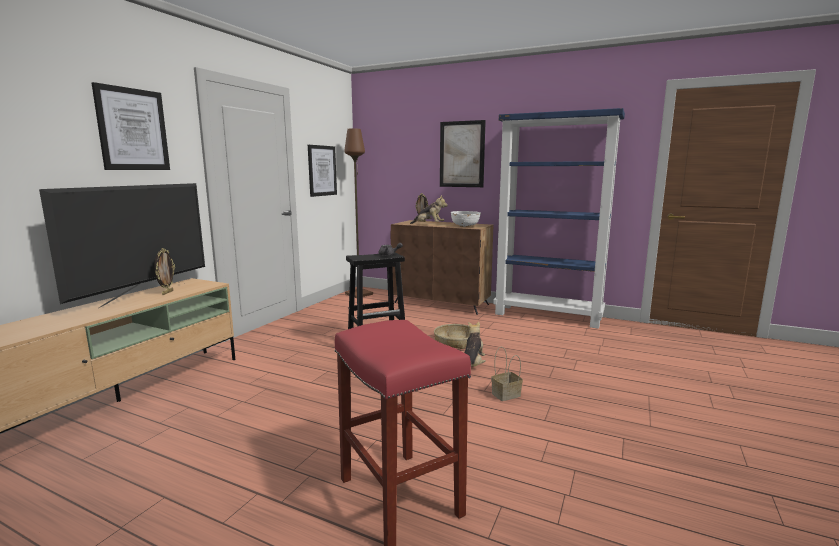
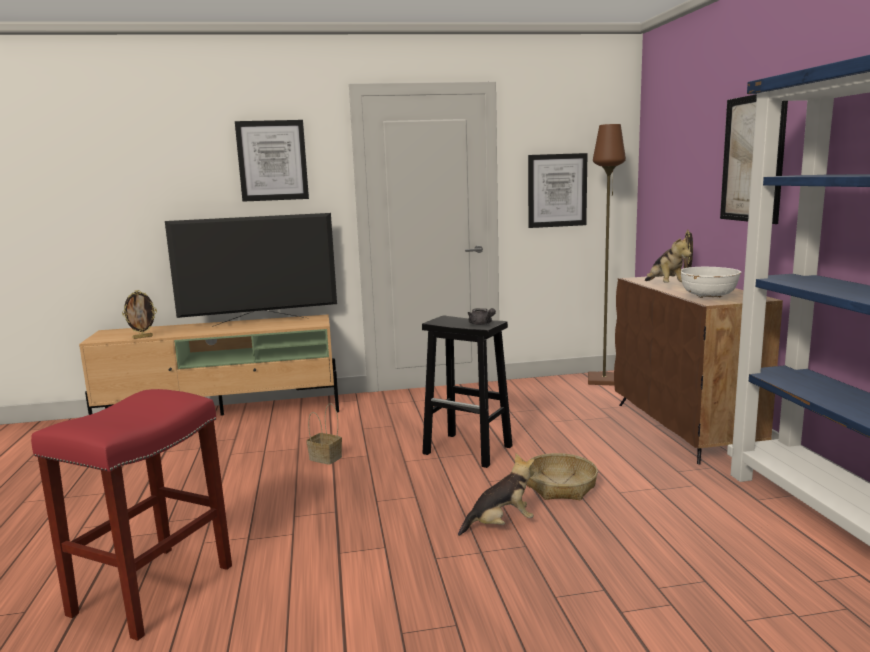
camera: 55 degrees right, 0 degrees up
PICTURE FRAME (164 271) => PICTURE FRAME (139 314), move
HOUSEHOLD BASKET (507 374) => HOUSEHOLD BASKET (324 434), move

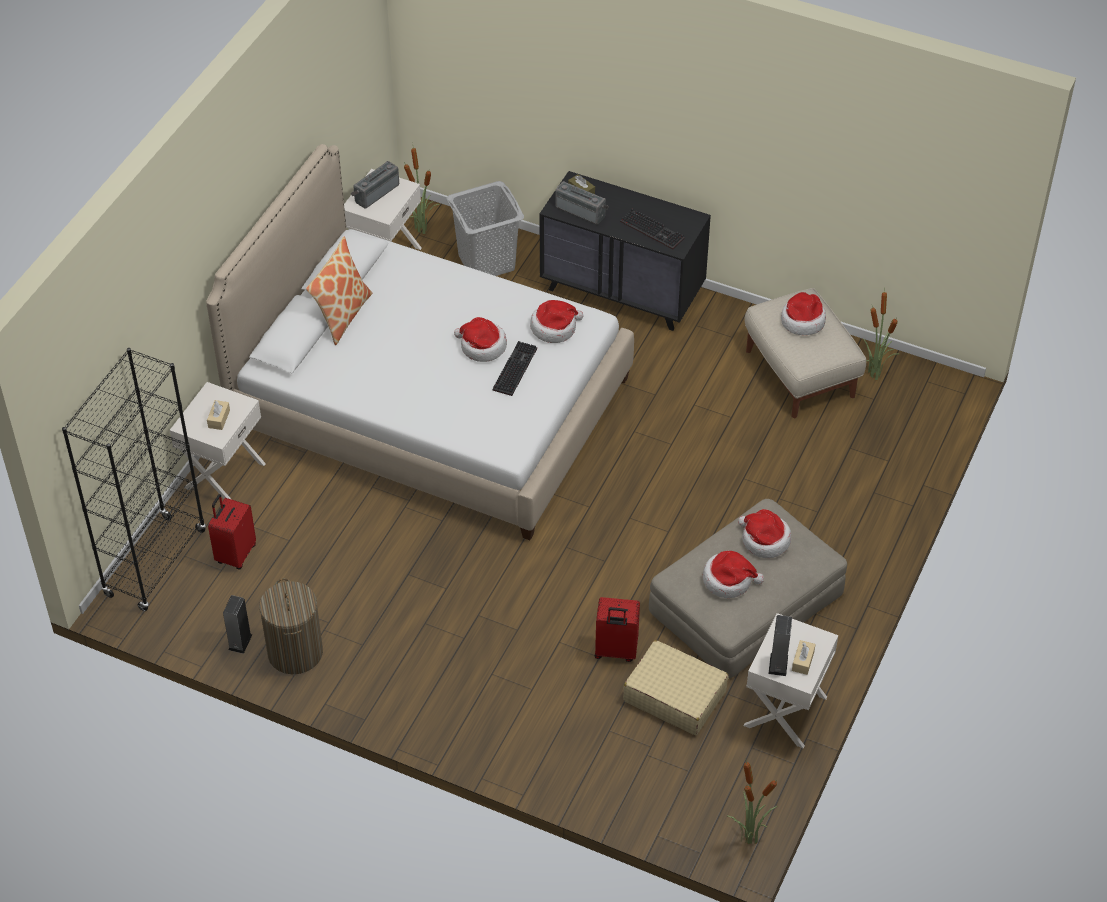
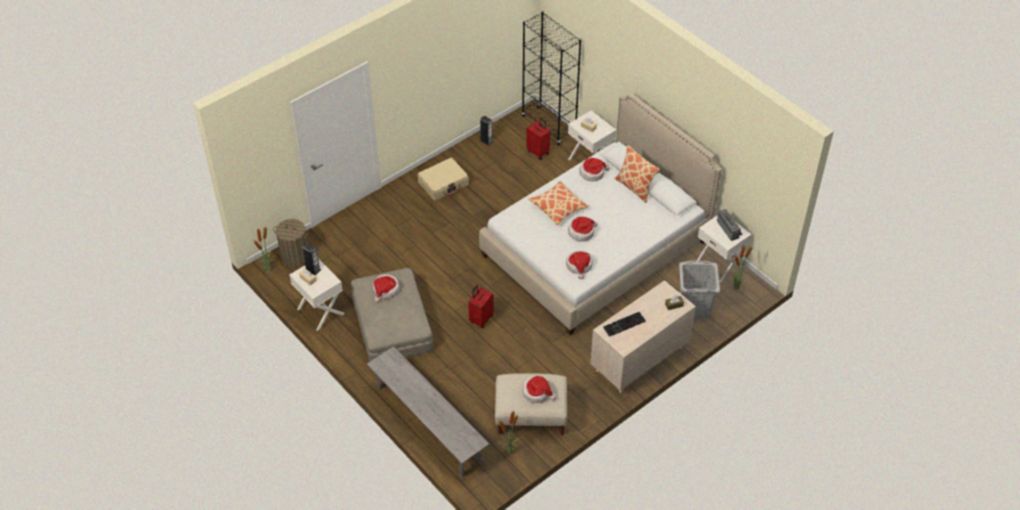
camera: 115 degrees right, 0 degrees up
KEYBOARD (515 368) => nothing
RADIO RECEIVER (582 203) => nothing
nothing => GRAY INDOOR BENCH (428 412)
nothing => CUSHION (558 203)
WASHING BASKET (291 626) => WASHING BASKET (291 243), move
RED SUITCASE (617 629) => RED SUITCASE (481 306), move
SAND-COLOURED SUITCASE (676 687) => SAND-COLOURED SUITCASE (443 179), move
HAT (764 533) => HAT (594 170), move
BLACKISH DRAWER CHEST (625 251) => SAND-COLOURED DRAWER CHEST (643 336)

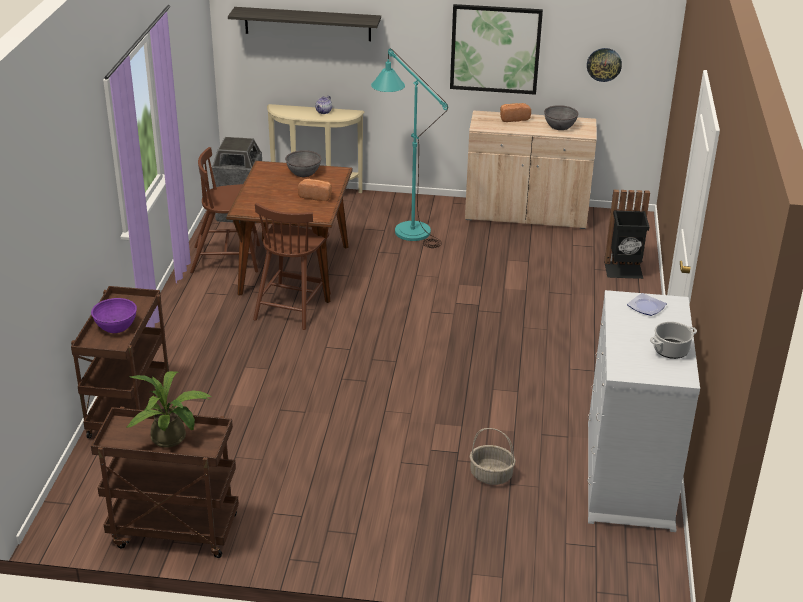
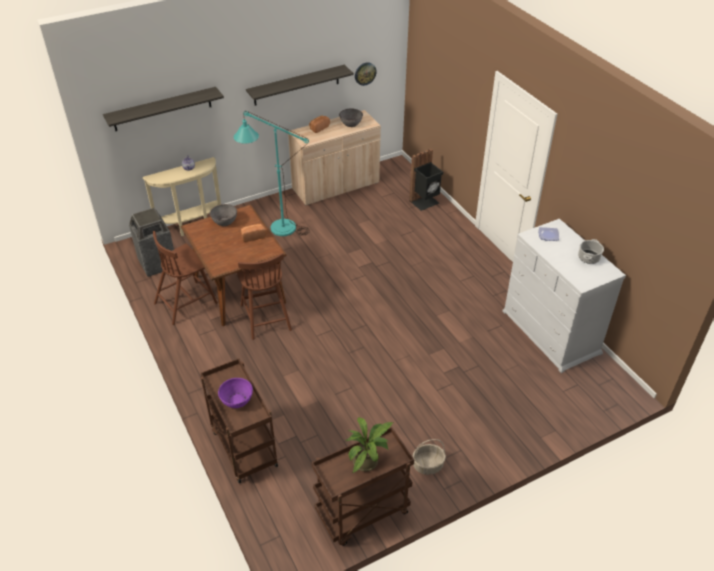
camera: 35 degrees left, 10 degrees up
HOUSEHOLD BASKET (493 456) => HOUSEHOLD BASKET (429 457), move
WALL PICTURE (496 49) => WALL SHELF (300 85)

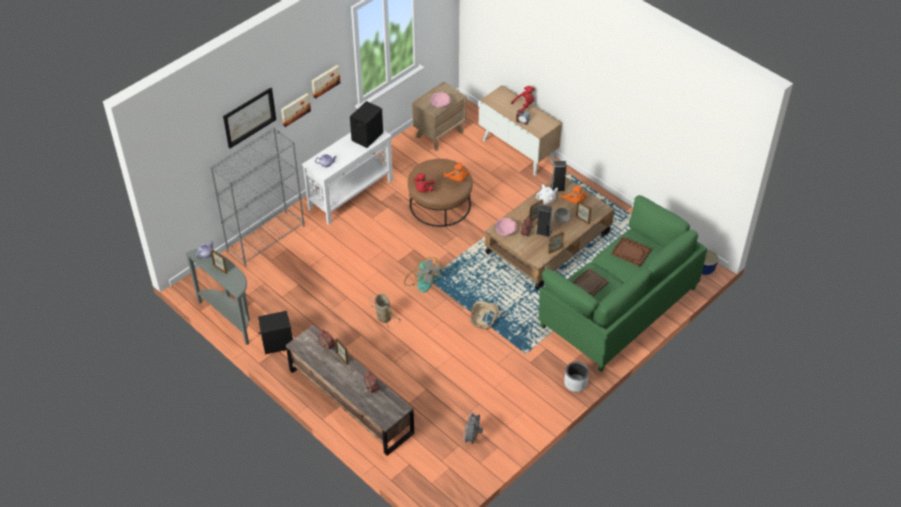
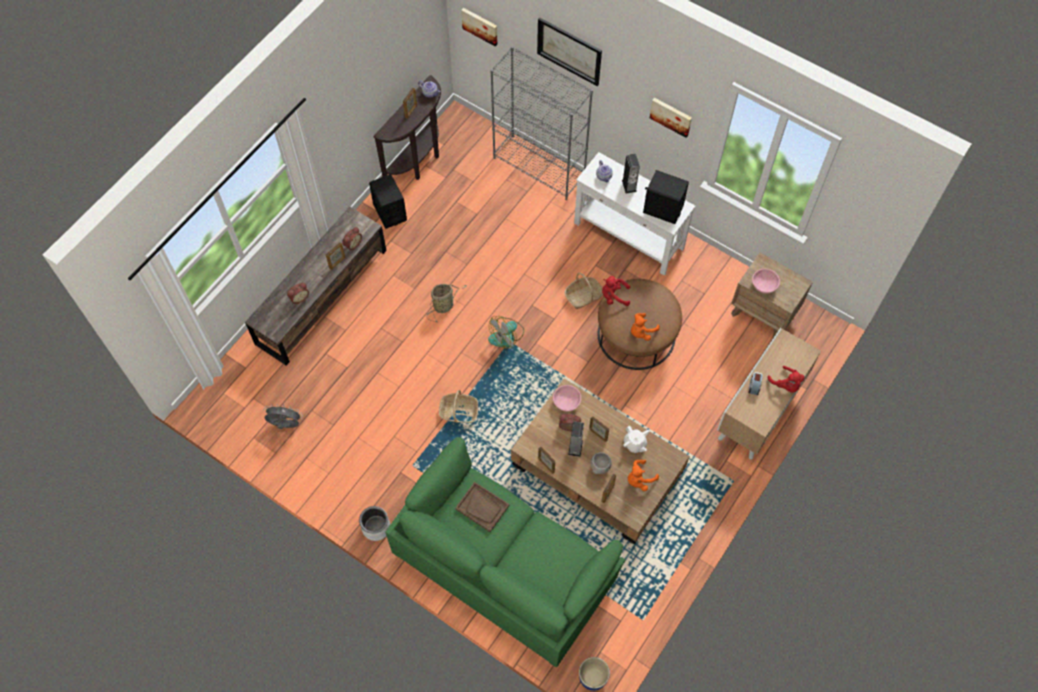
camera: 80 degrees right, 15 degrees up
BROWN-COLOURED CARRYING TRAY (631 252) => nothing
nothing => HOUSEHOLD BASKET (583 291)
WALL PICTURE (296 110) => WALL PICTURE (479 27), move
SPEAKER (558 176) => SPEAKER (631 174), move
GRAY HALL TABLE (217 296) => BROWN-COLOURED HALL TABLE (407 127)

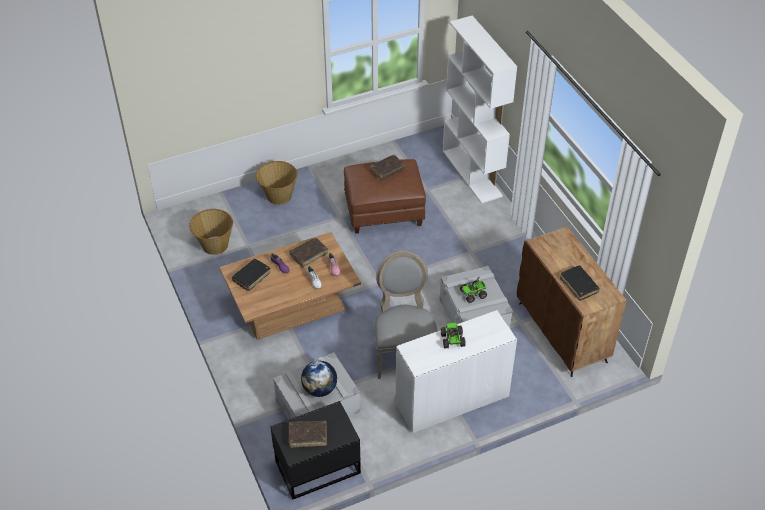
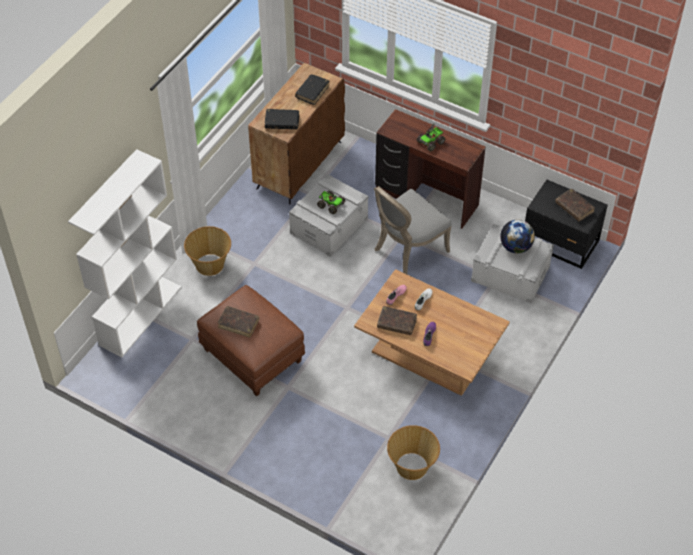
camera: 125 degrees left, 5 degrees up
BLACKISH BOUND BOOK (251 275) => BLACKISH BOUND BOOK (282 119), move
HOUSEHOLD BASKET (277 183) => HOUSEHOLD BASKET (207 251), move
WHITE DESK UNIT (456 371) => BROWN-COLOURED DESK UNIT (430 169)

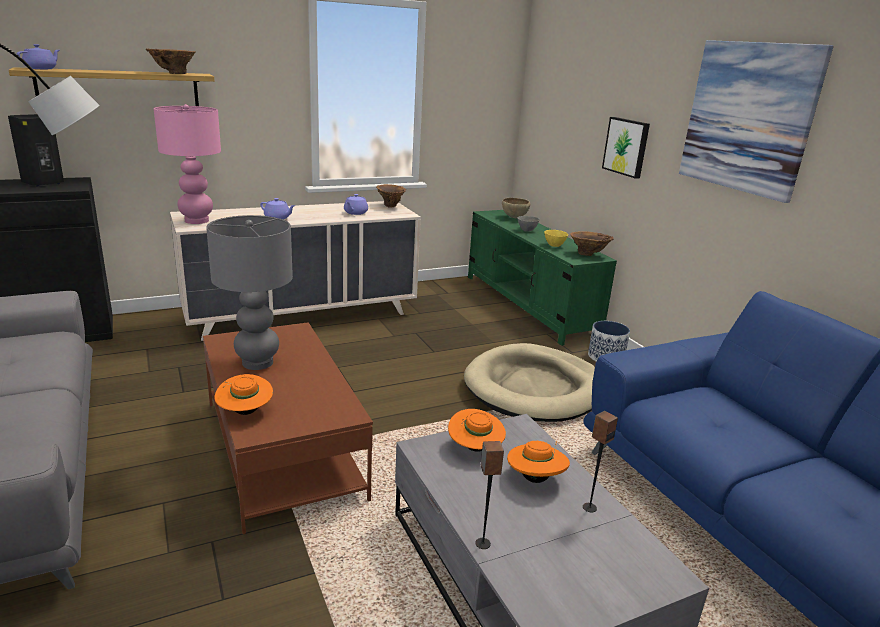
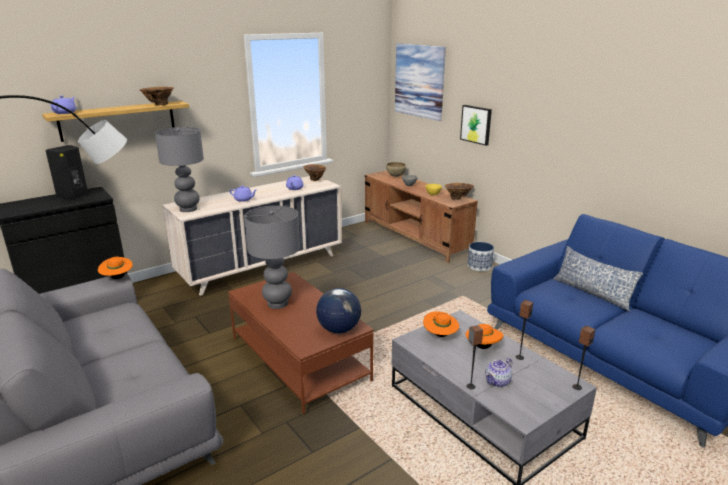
camera: 10 degrees left, 0 degrees up
SAND-COLOURED DOG CUSHION (529 382) => nothing
nothing => WORLD GLOBE (338 310)
nothing => TEA POT (498 372)
nothing => CUSHION (598 278)
nothing => SPEAKER (584 357)
ORANGE HAT (244 394) => ORANGE HAT (115 268), move
WALL PICTURE (756 121) => WALL PICTURE (420 82), move
PINK TABLETOP LAMP (187 164) => GRAY TABLETOP LAMP (179 169)
GREEN-COLOURED TV STAND (542 278) => BROWN-COLOURED TV STAND (421 216)

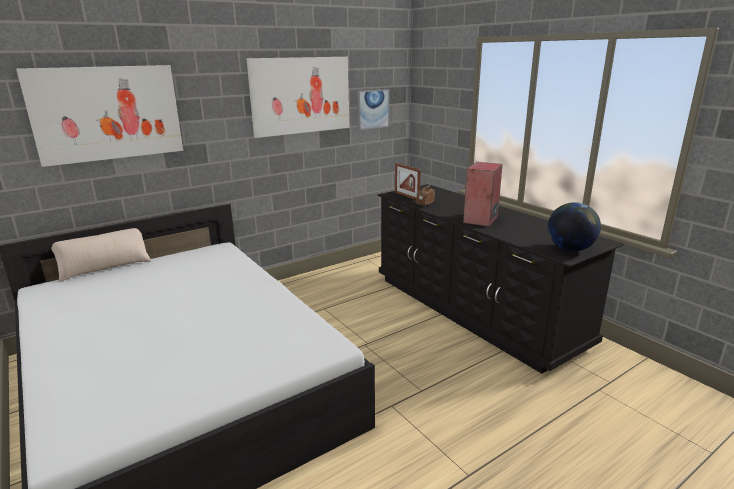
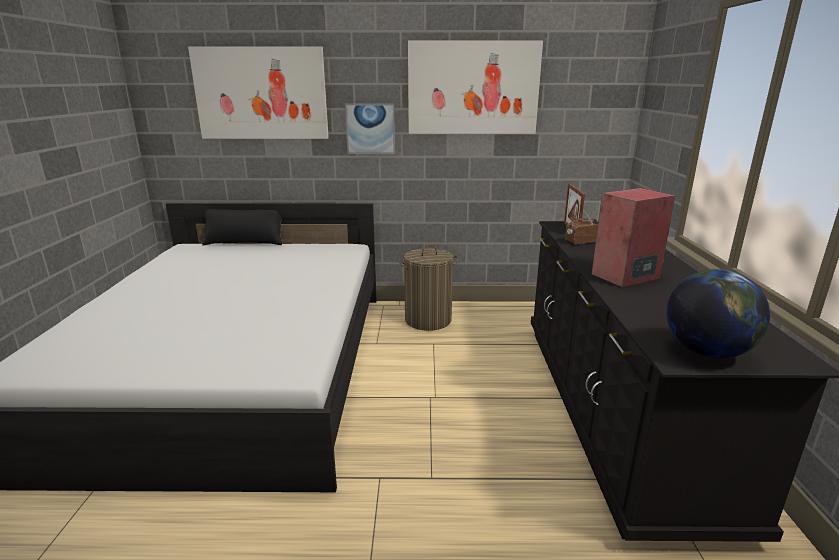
camera: 35 degrees right, 0 degrees up
nothing => WASHING BASKET (428 287)
WALL PICTURE (373 109) => WALL PICTURE (370 129), move
SAND-COLOURED CUSHION (101 255) => BLACKISH CUSHION (242 227)

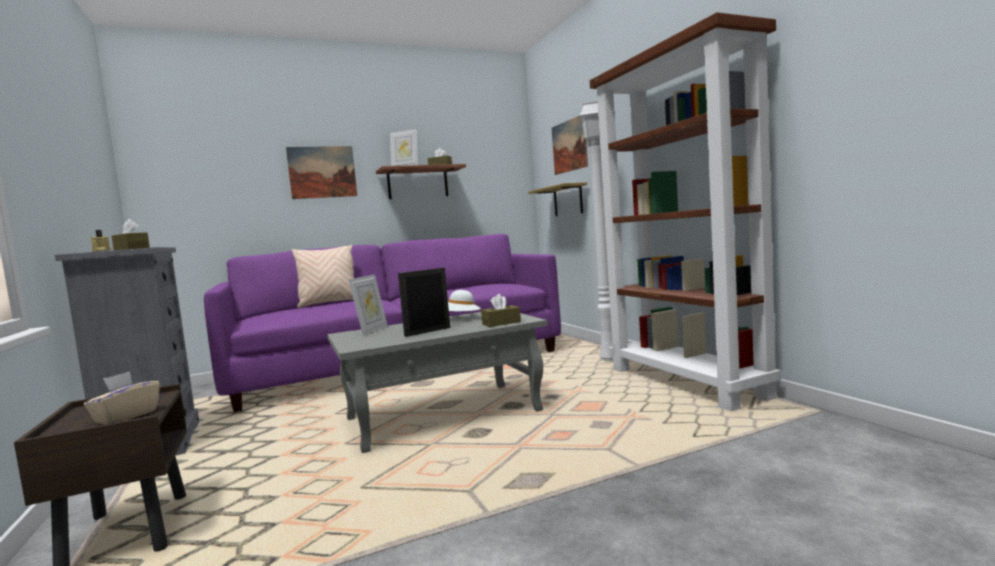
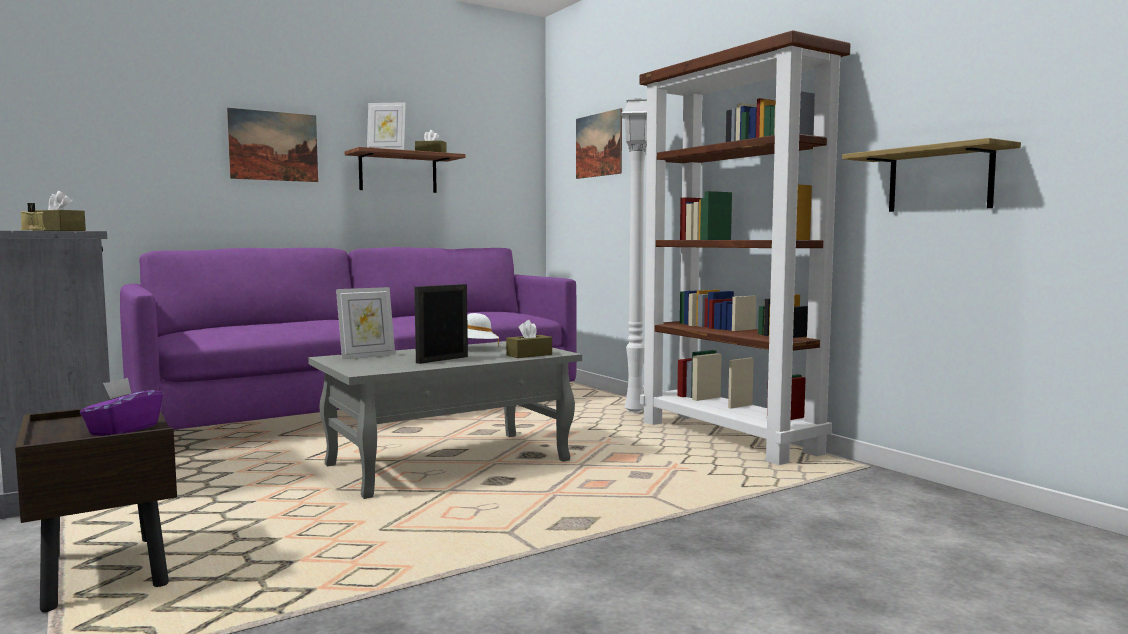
camera: 10 degrees left, 0 degrees up
SAND-COLOURED CUSHION (323 276) => nothing
WALL SHELF (557 199) => WALL SHELF (931 175), move
SAND-COLOURED TISSUE BOX (122 397) => PURPLISH TISSUE BOX (121 407)
PICTURE FRAME (368 305) => PICTURE FRAME (365 323), 45 degrees clockwise

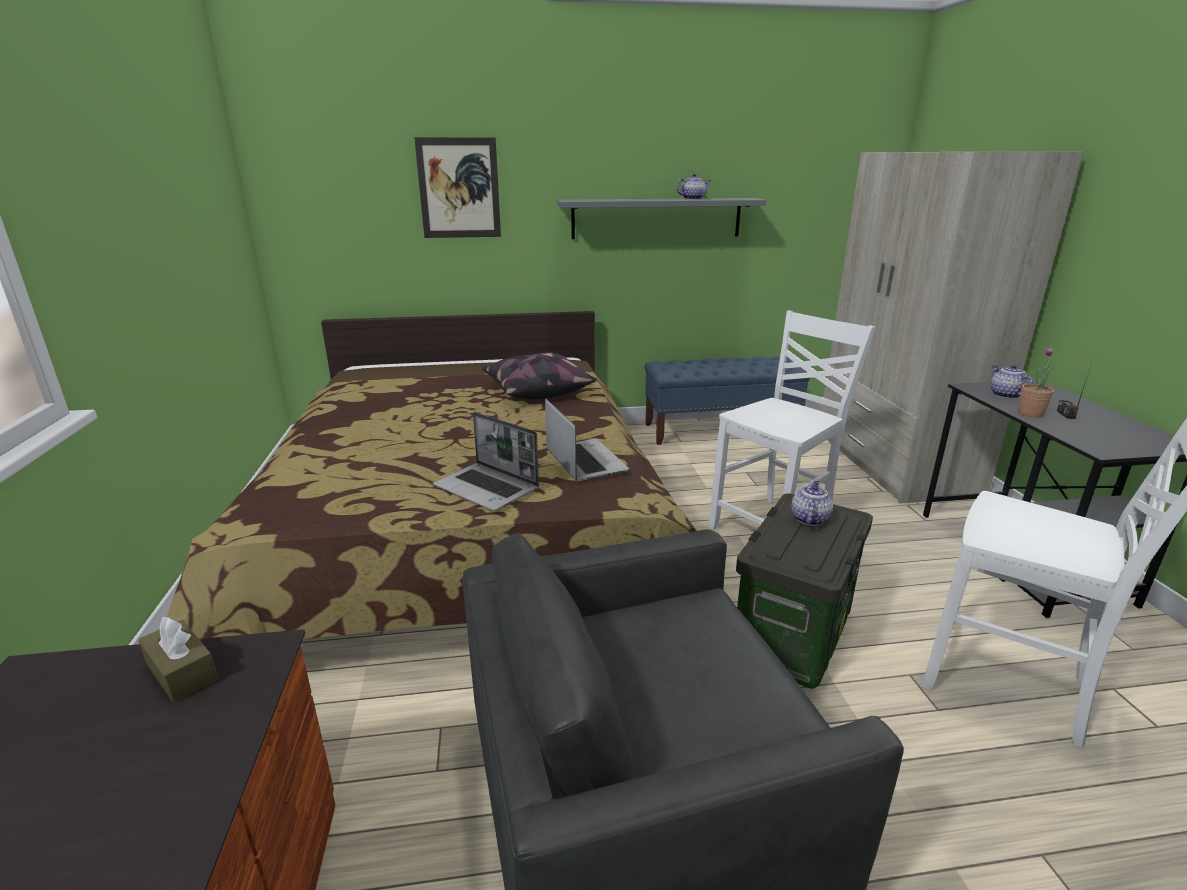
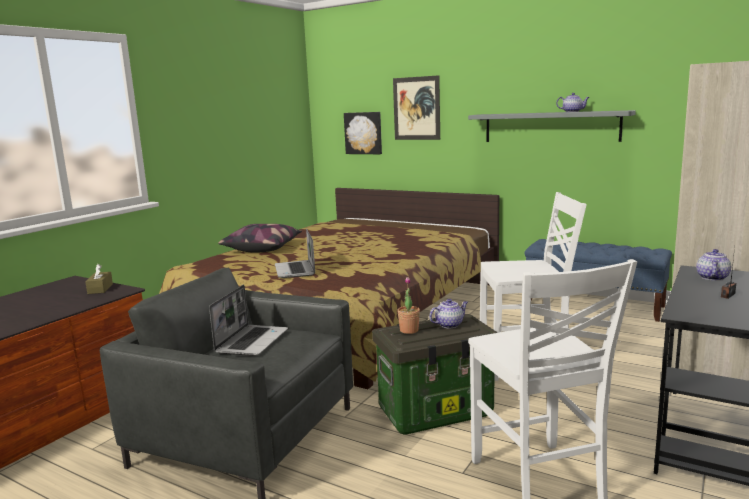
camera: 40 degrees right, 10 degrees down
nothing => WALL PICTURE (363 133)
CUSHION (539 376) => CUSHION (260 238), move
PORTABLE COMPUTER (587 440) => PORTABLE COMPUTER (248 320), move
PLANT IN A POT (1036 383) => PLANT IN A POT (408 305), move

